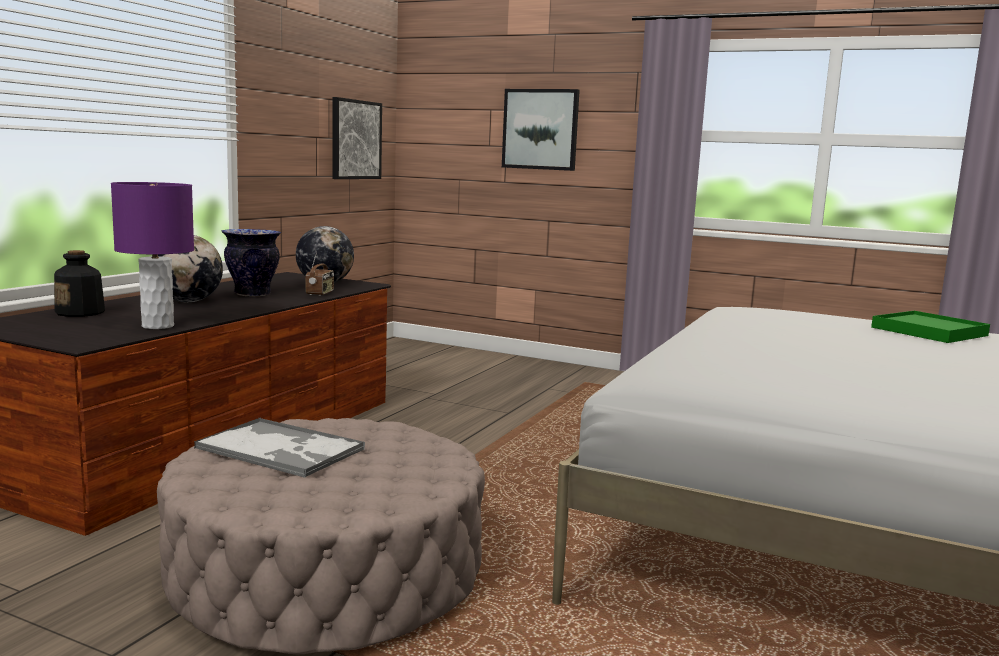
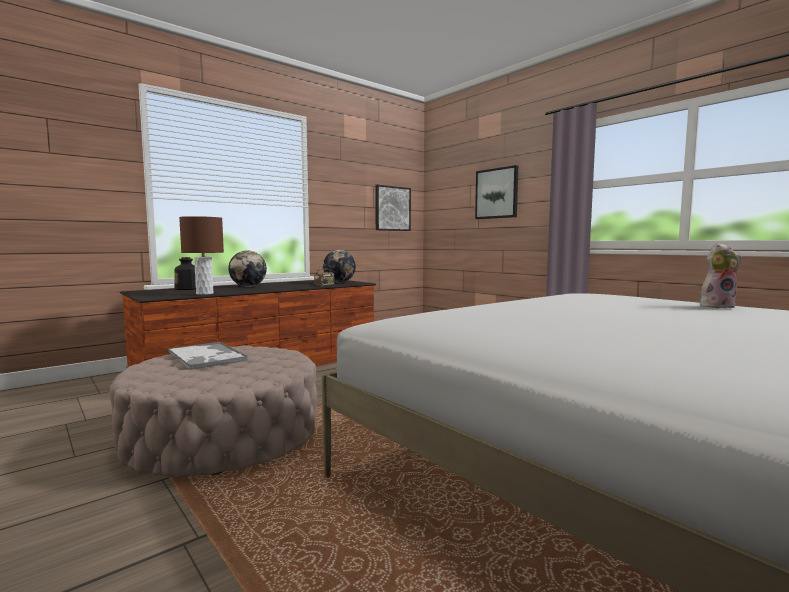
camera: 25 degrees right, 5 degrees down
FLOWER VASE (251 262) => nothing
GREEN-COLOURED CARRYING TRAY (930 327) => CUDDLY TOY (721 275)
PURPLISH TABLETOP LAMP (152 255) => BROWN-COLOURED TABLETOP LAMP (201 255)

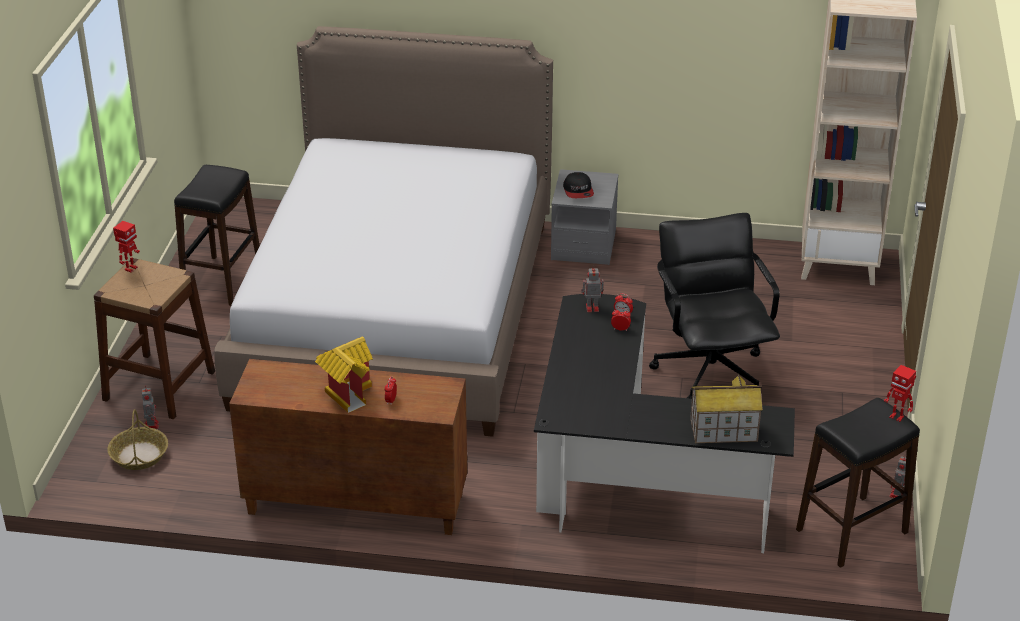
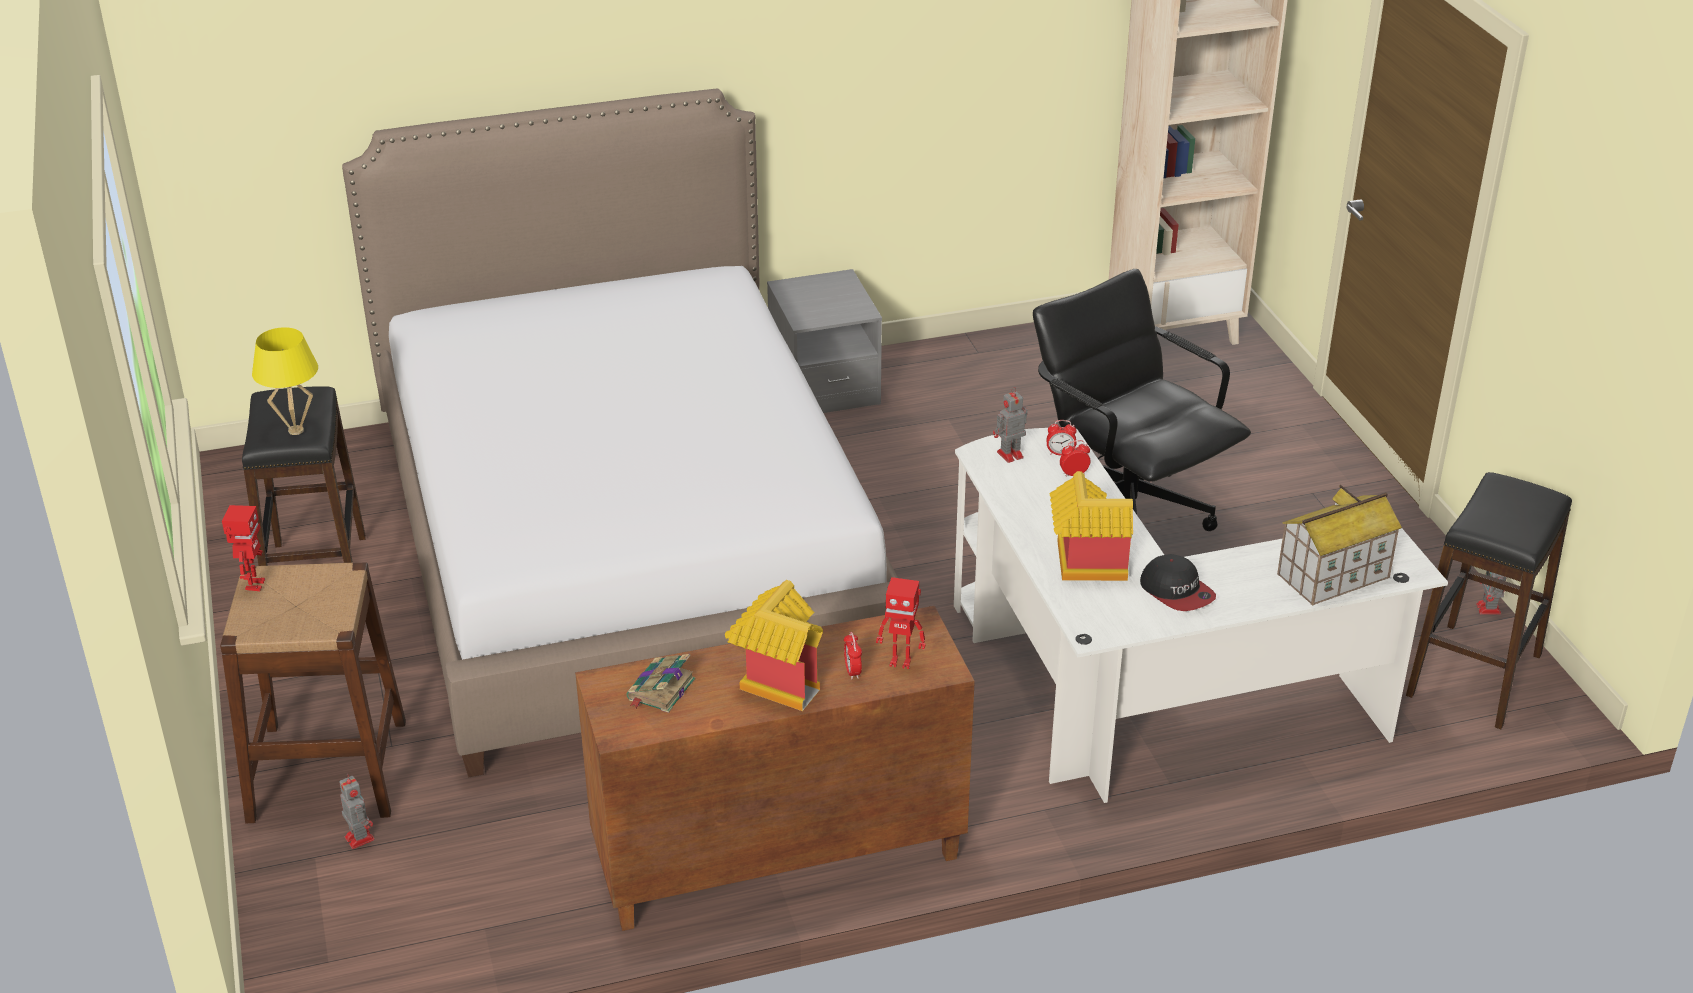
camera: 25 degrees left, 0 degrees up
HOUSEHOLD BASKET (137 439) => nothing
nothing => YELLOW-COLOURED TABLETOP LAMP (285 381)
nothing => BOUND BOOK (660 683)
nothing => MINIATURE HOUSE (1091 526)
CAP (578 185) => CAP (1178 582), move
ROBOT FIGURE (900 393) => ROBOT FIGURE (901 623), move
BLACKISH DESK UNIT (664 423) => WHITE DESK UNIT (1201 615)

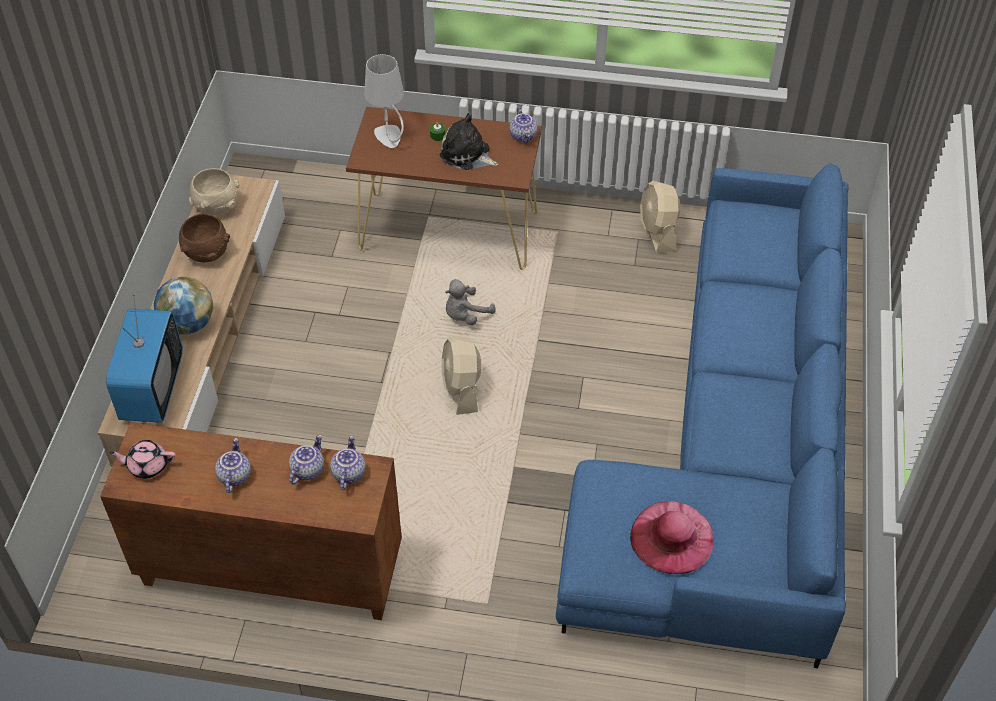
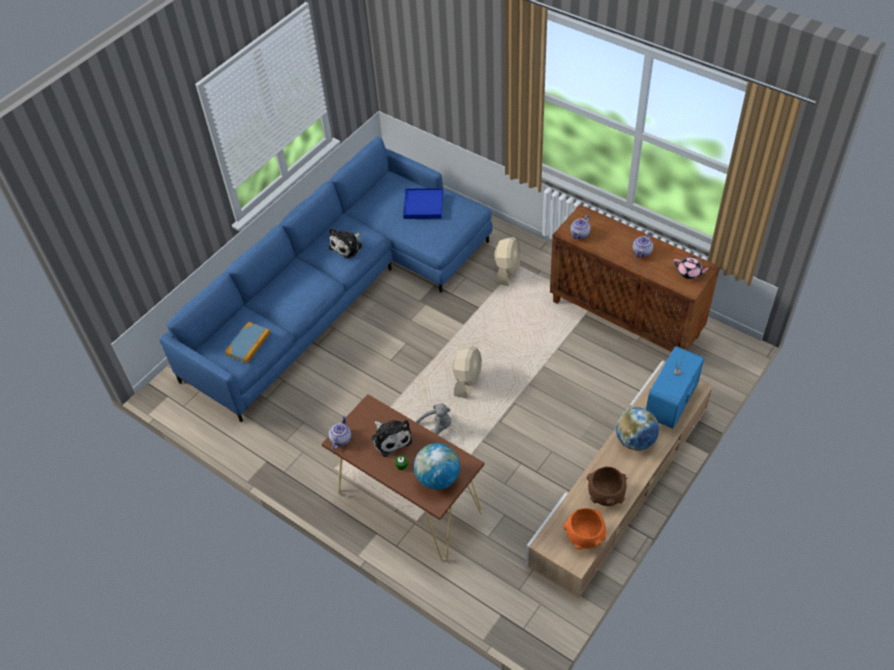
camera: 150 degrees left, 0 degrees up
TEA POT (306 460) => nothing
nothing => BOUND BOOK (248 343)
nothing => CUDDLY TOY (345 243)
SAND-COLOURED FAN (660 217) => SAND-COLOURED FAN (507 261), move
GRAY TABLETOP LAMP (384 101) => WORLD GLOBE (437 466)
PINK HAT (672 537) => BLUISH CARRYING TRAY (423 203)
SAND-COLOURED BOWL (214 191) => ORANGE BOWL (585 529)

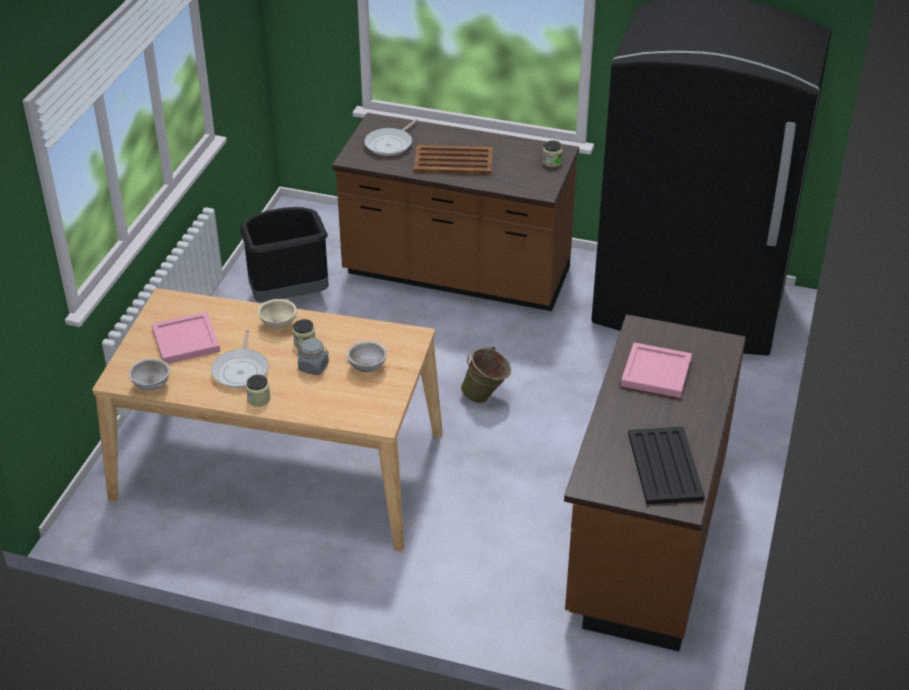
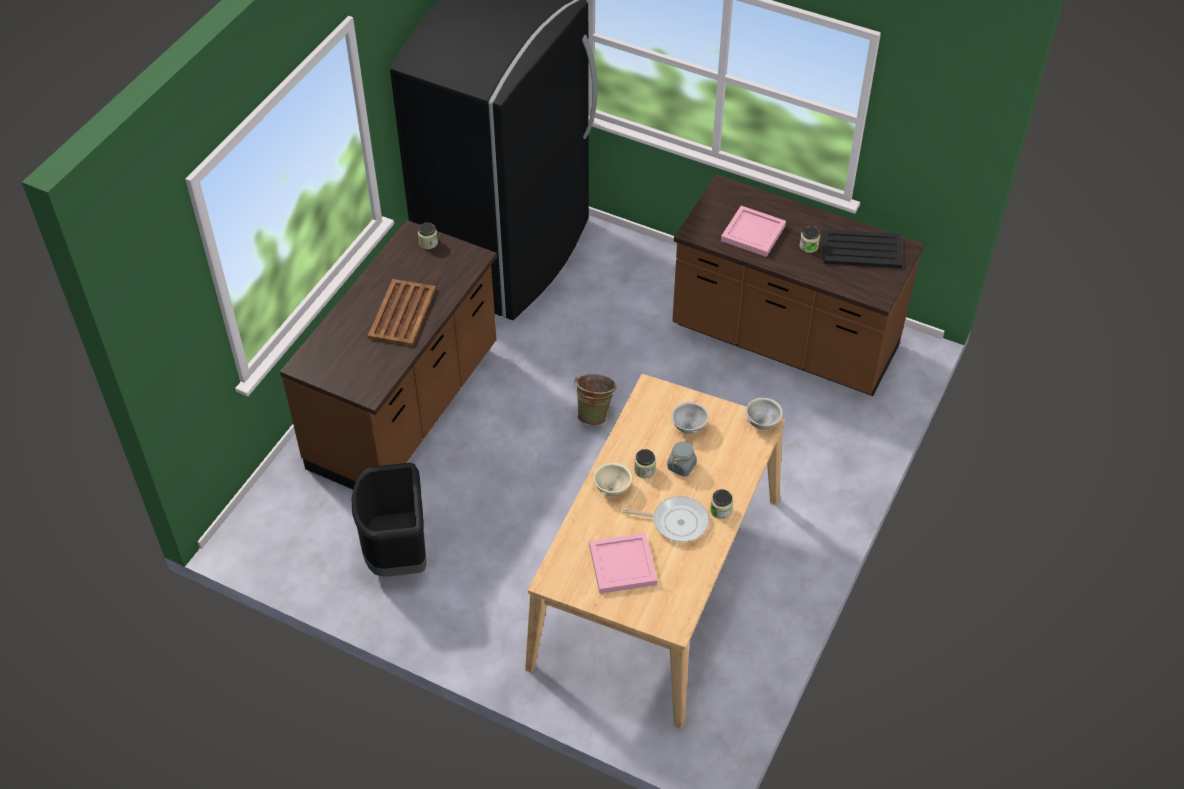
camera: 80 degrees left, 10 degrees up
SKILLET (391 137) => nothing
nothing => PRESERVE JAR (809 239)
GRAY BOWL (149 374) => GRAY BOWL (764 413), move

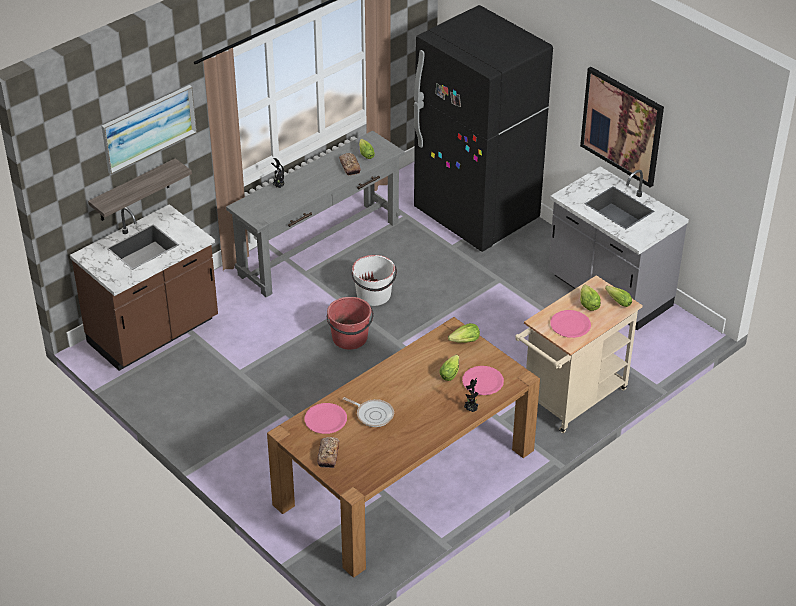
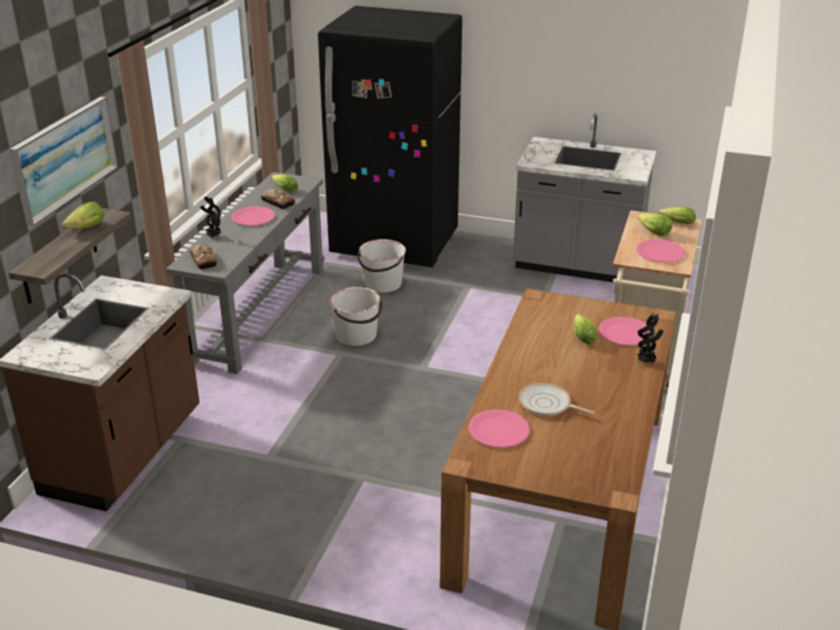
camera: 30 degrees left, 10 degrees down
RED BUCKET (350 323) => nothing
WALL PICTURE (622 127) => nothing
nothing => PINK FLAT DISH (253 216)
nothing => WHITE BUCKET (381 266)
BAKERY BREAD (328 452) => BAKERY BREAD (203 257), move
HEAD OF LETTUCE (464 333) => HEAD OF LETTUCE (83 215), move
SKILLET (368 412) => SKILLET (557 399), 150 degrees counterclockwise

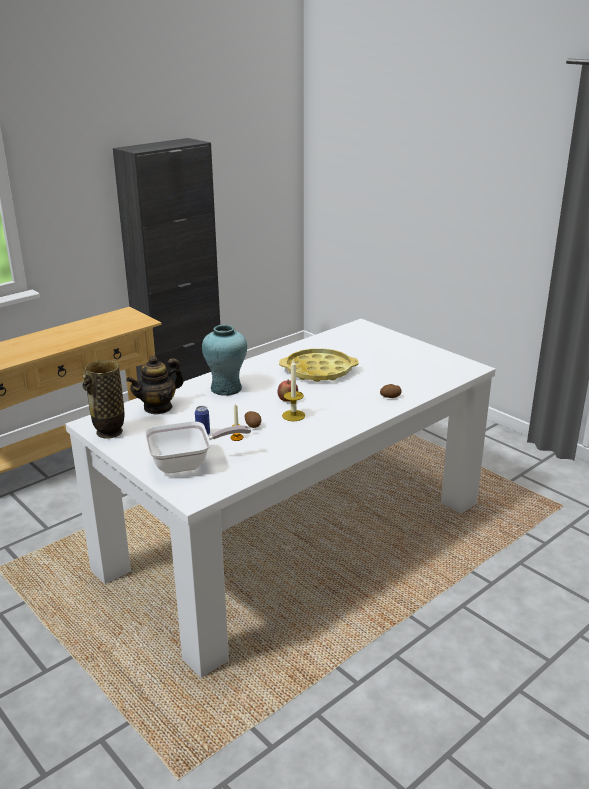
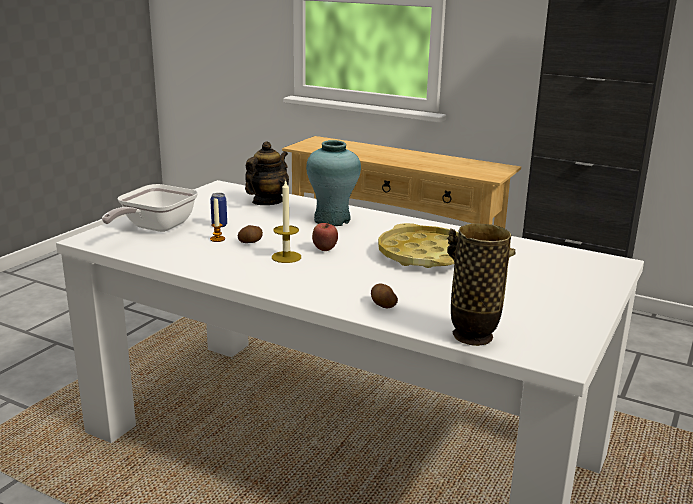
camera: 70 degrees right, 5 degrees down
FLOWER VASE (103 399) => FLOWER VASE (481 285), move
TEA POT (155 385) => TEA POT (267 173), 90 degrees clockwise
SKILLET (198 447) => SKILLET (150 208), 60 degrees clockwise

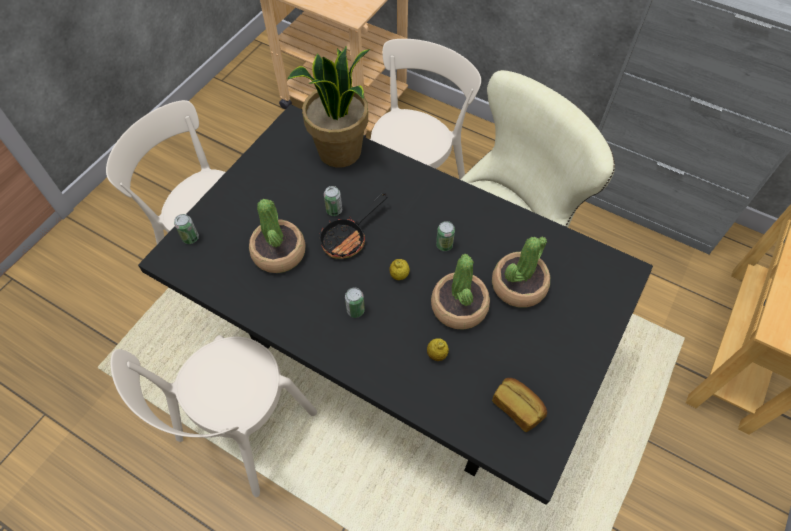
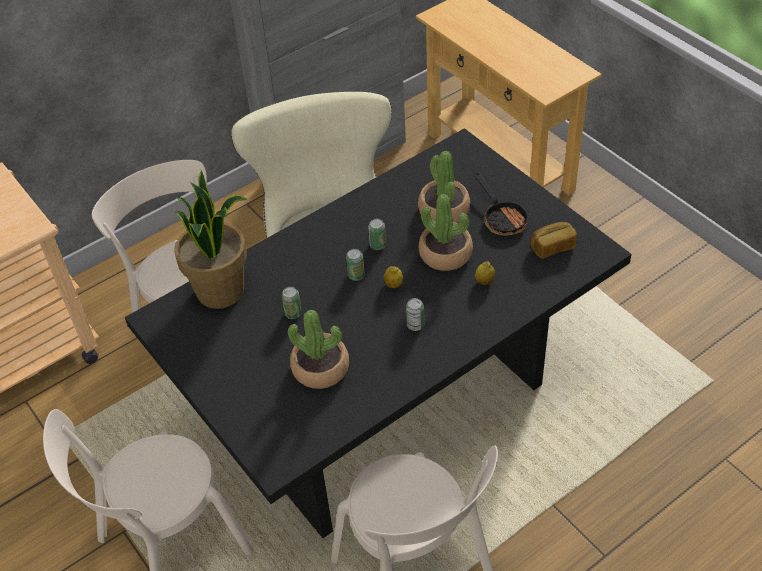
camera: 65 degrees left, 10 degrees down
METAL CAN (186 229) => METAL CAN (355 265), move
SKILLET (353 226) => SKILLET (502 204), move

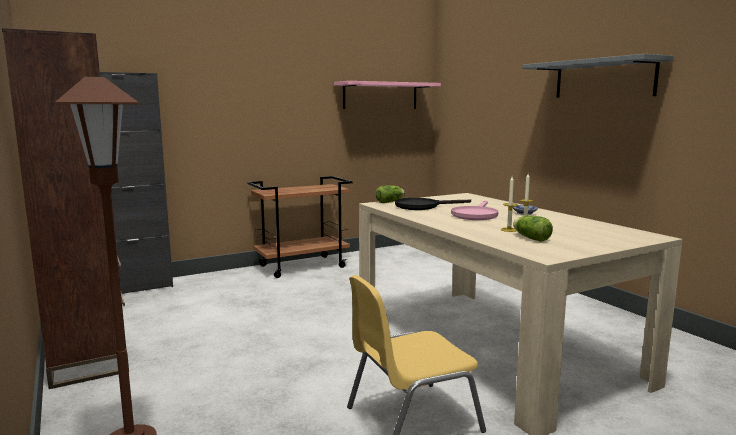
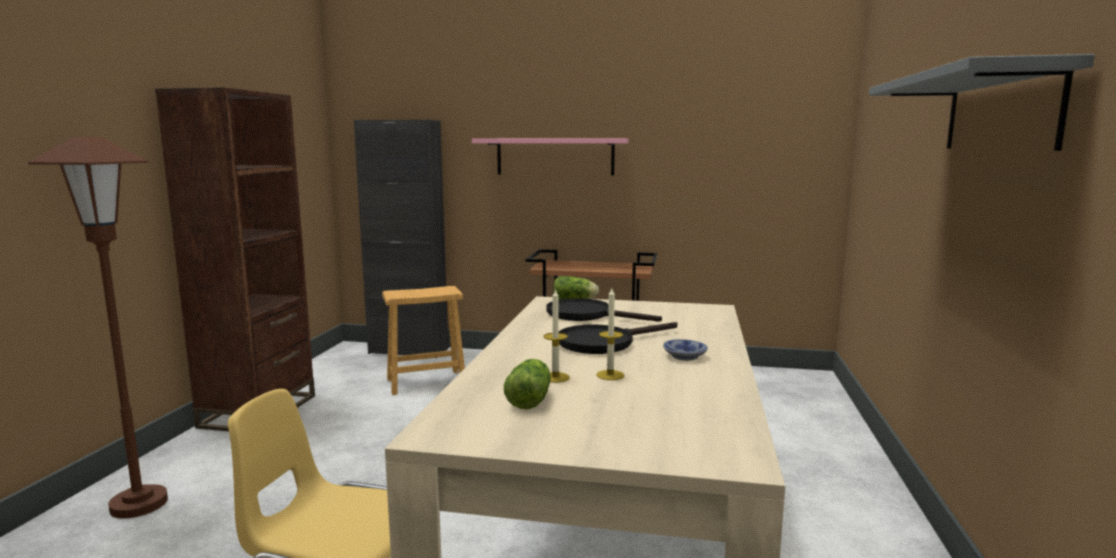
camera: 40 degrees right, 0 degrees up
nothing => BROWN-COLOURED SITTING STOOL (423 340)
PINK WALL SHELF (387 95) => PINK WALL SHELF (550 156), move
PINK SKILLET (474 210) => BLACKISH SKILLET (618 338)

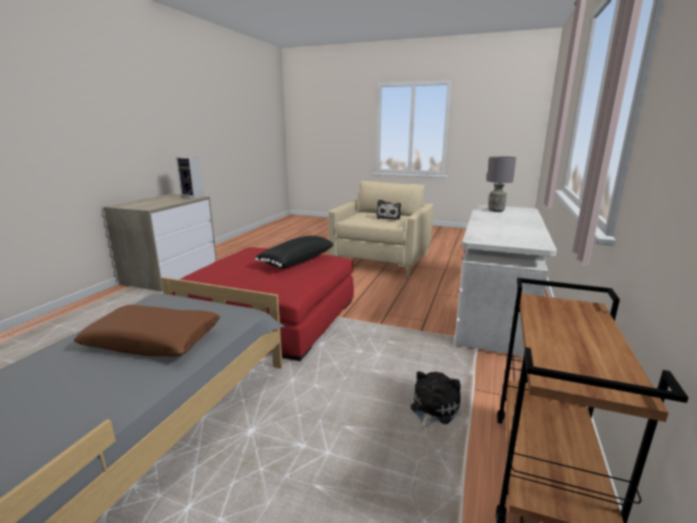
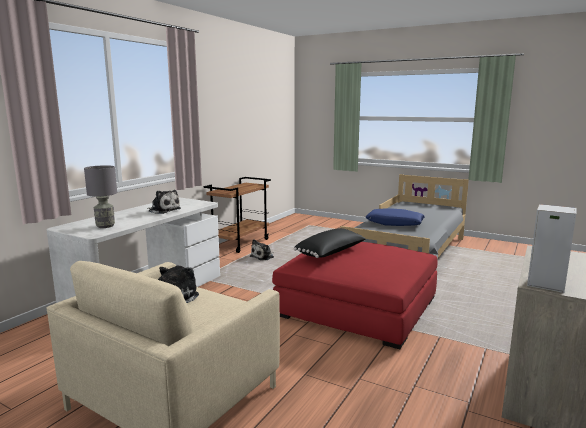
camera: 170 degrees left, 5 degrees down
nothing => CUDDLY TOY (164 202)
BROWN-COLOURED CUSHION (147 331) => BLUISH CUSHION (395 217)

